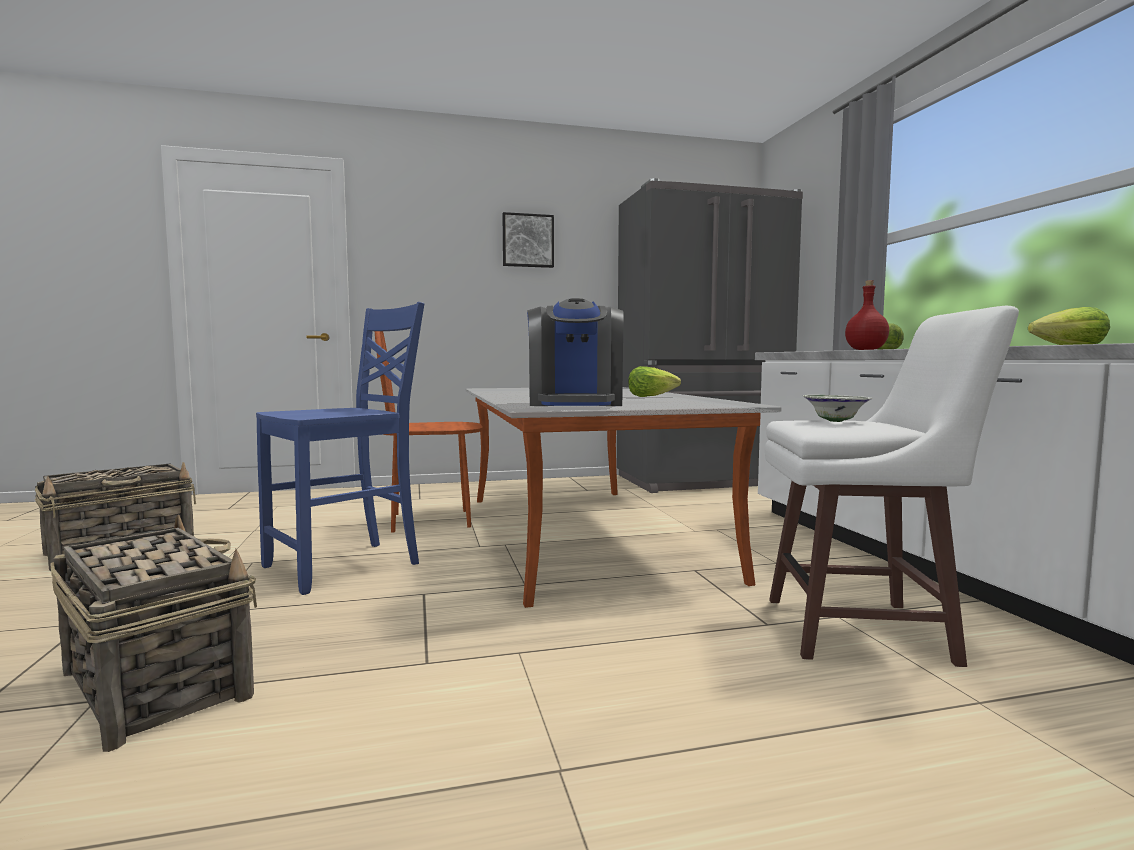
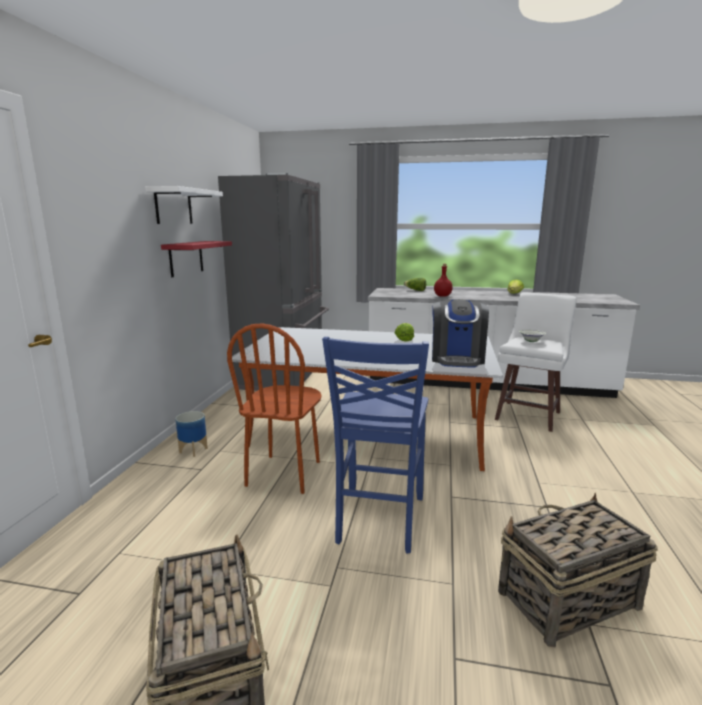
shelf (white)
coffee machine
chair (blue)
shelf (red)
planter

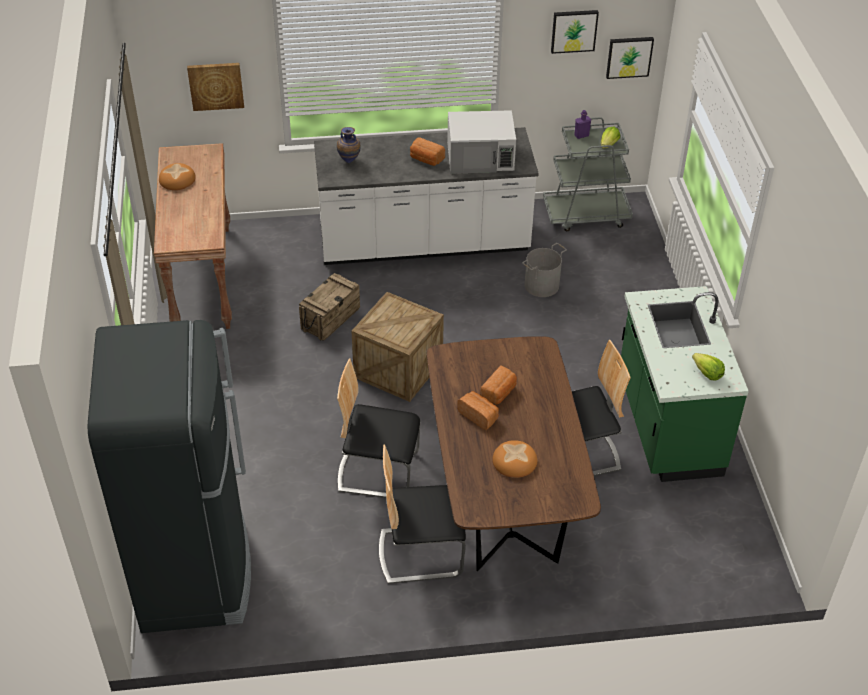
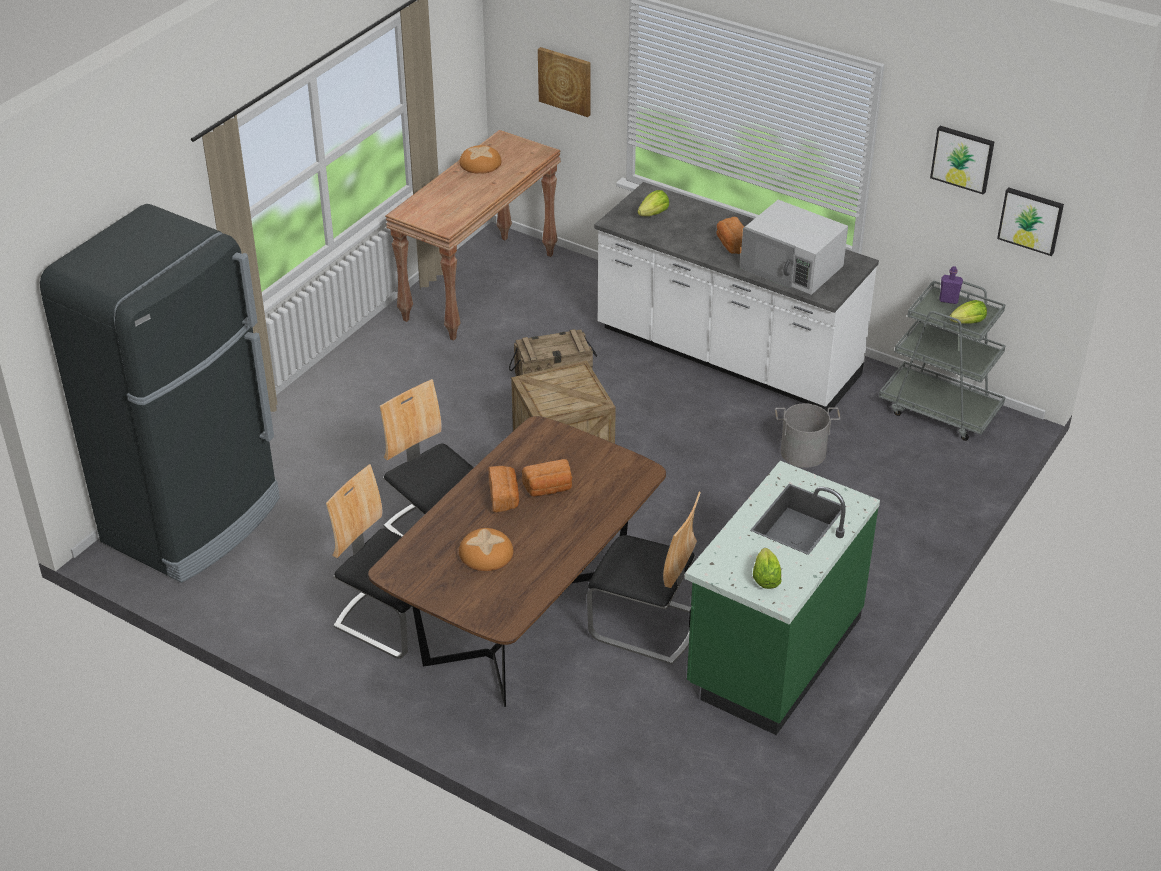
lettuce (no. 1 from left)

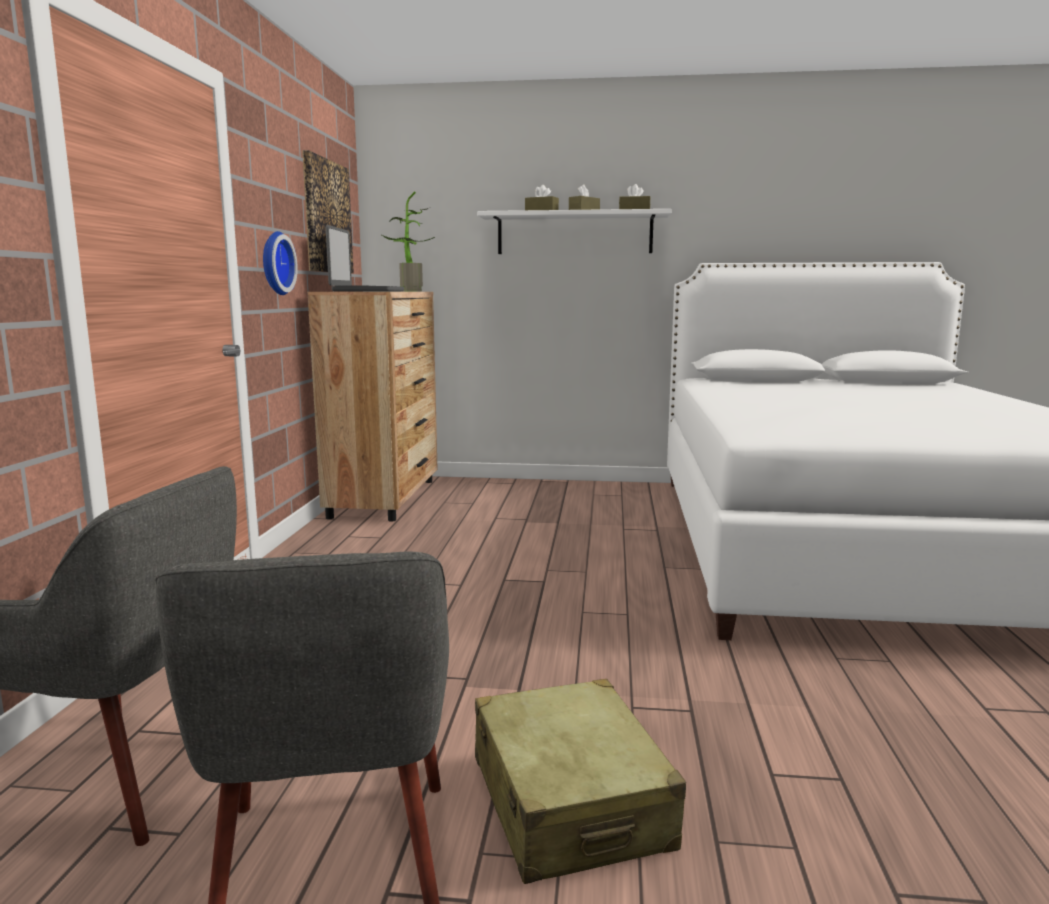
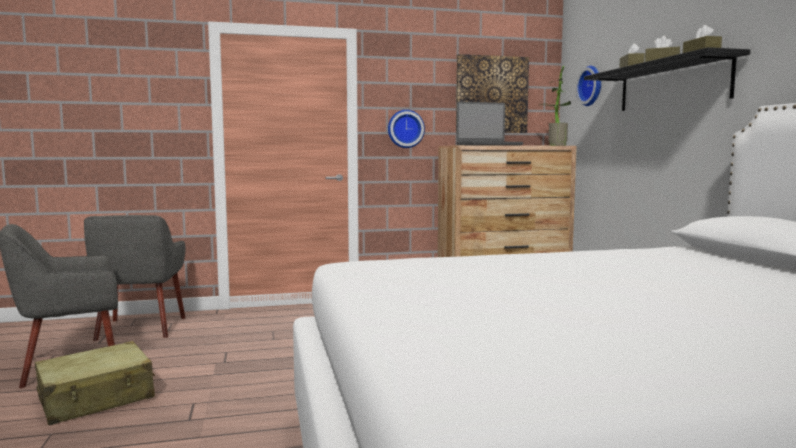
shelf (black)
wall clock (no. 2 from left)

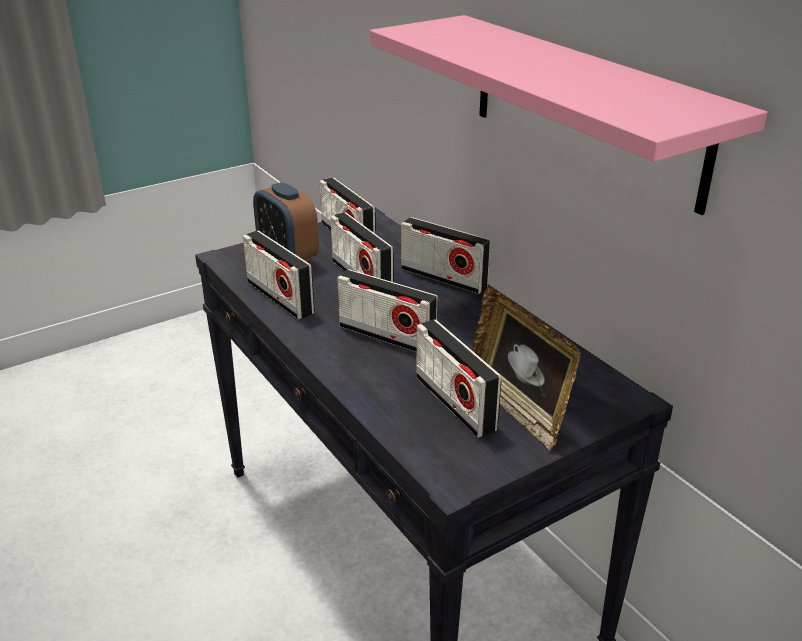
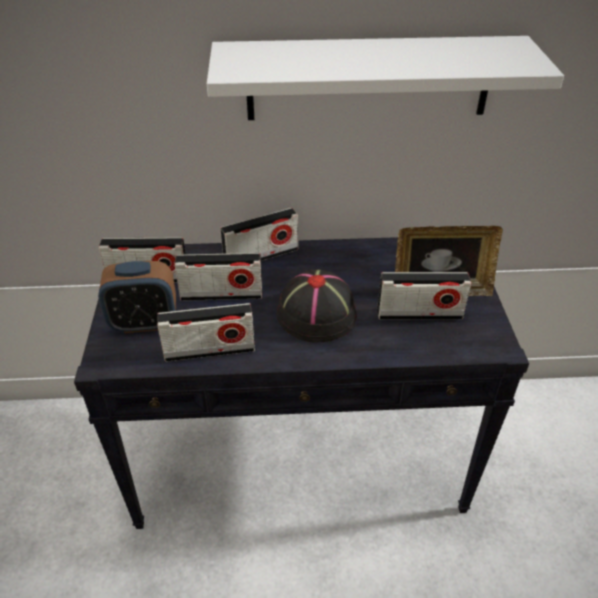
shelf (white)
hat (black)

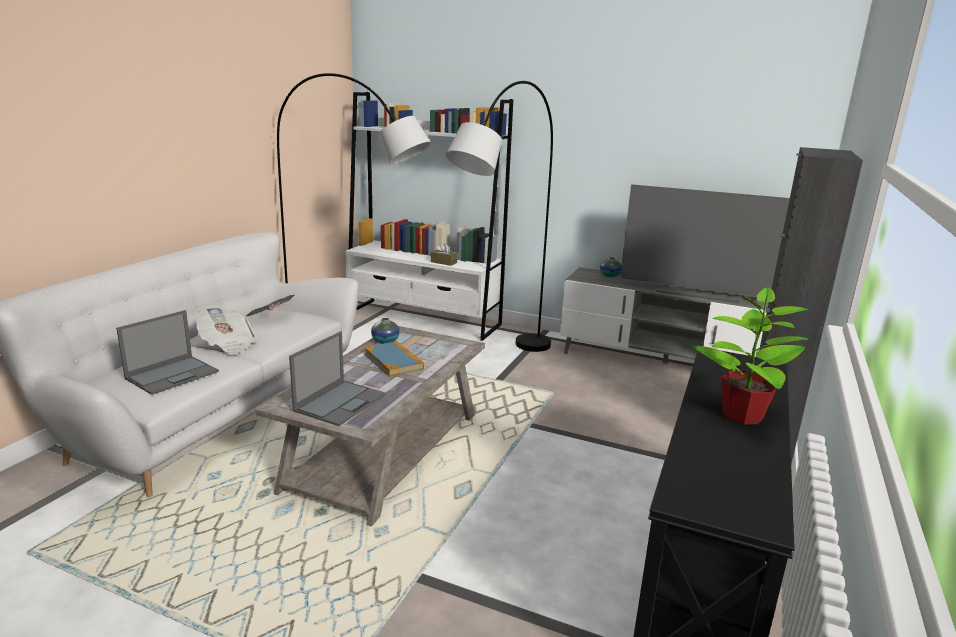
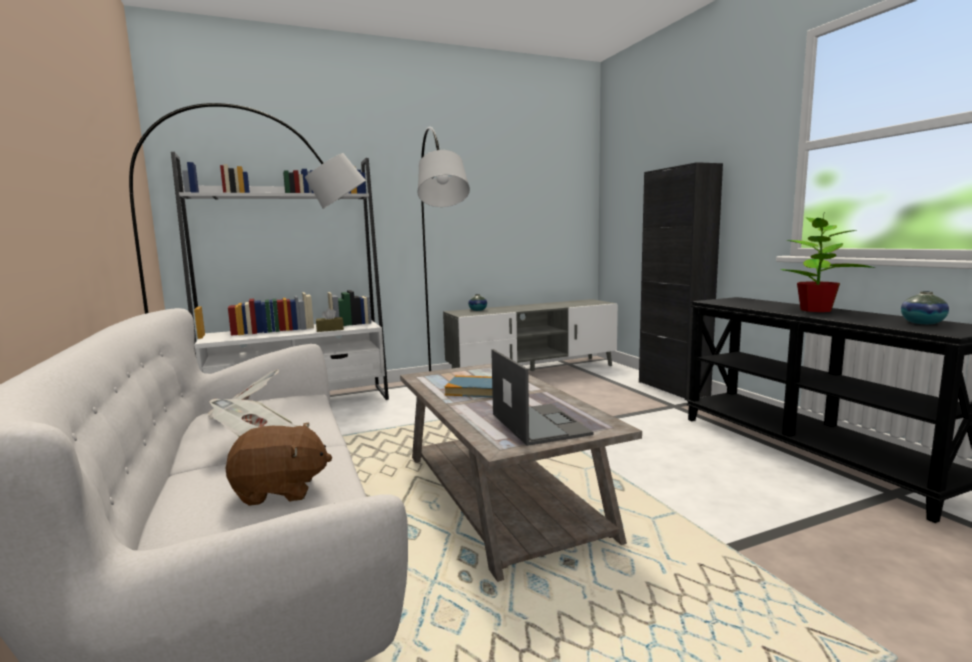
television
plush toy (brown)
vase (no. 2 from left)

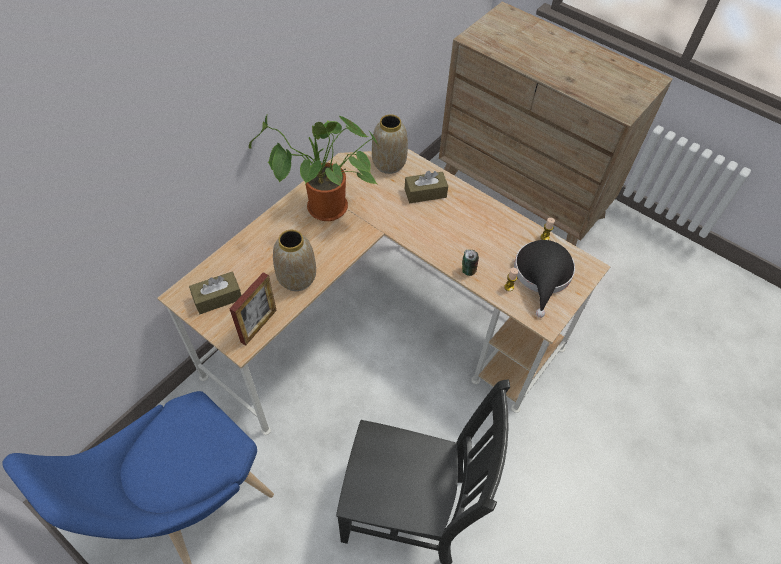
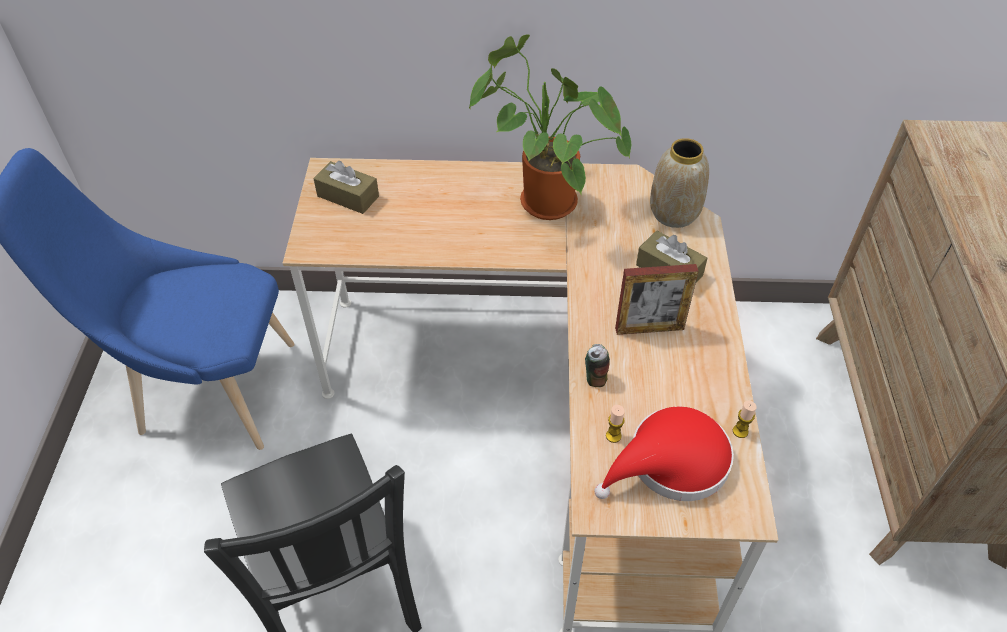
vase (no. 1 from left in the first image)
hat (red)
picture frame

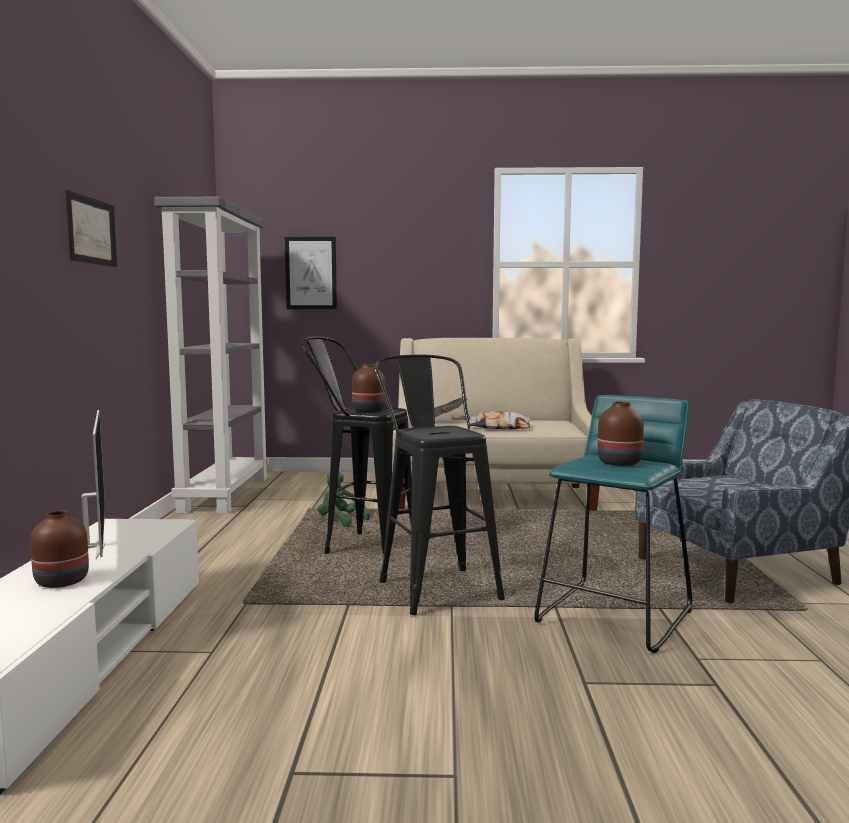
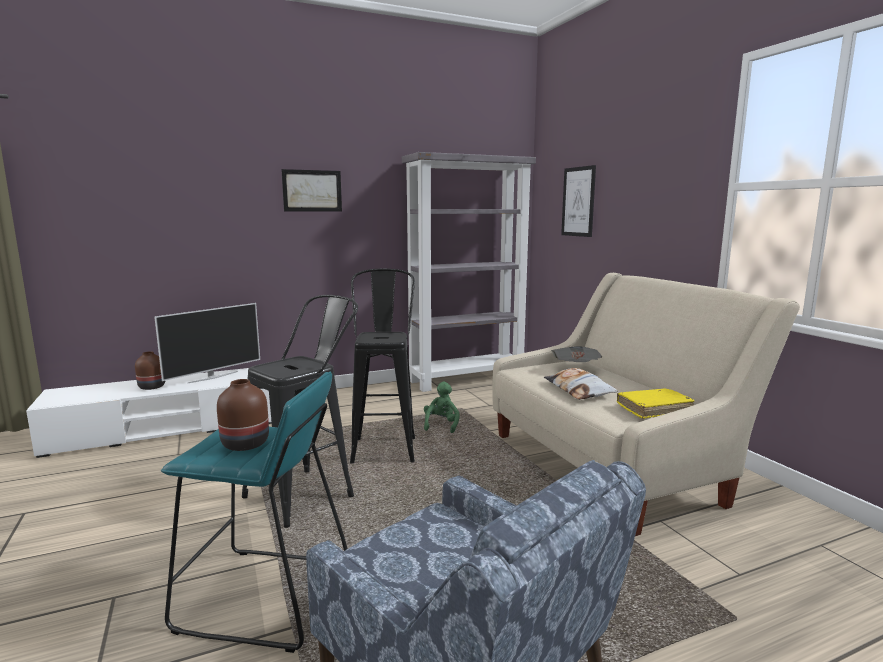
vase (brown) (no. 2 from left in the first image)
book (yellow)

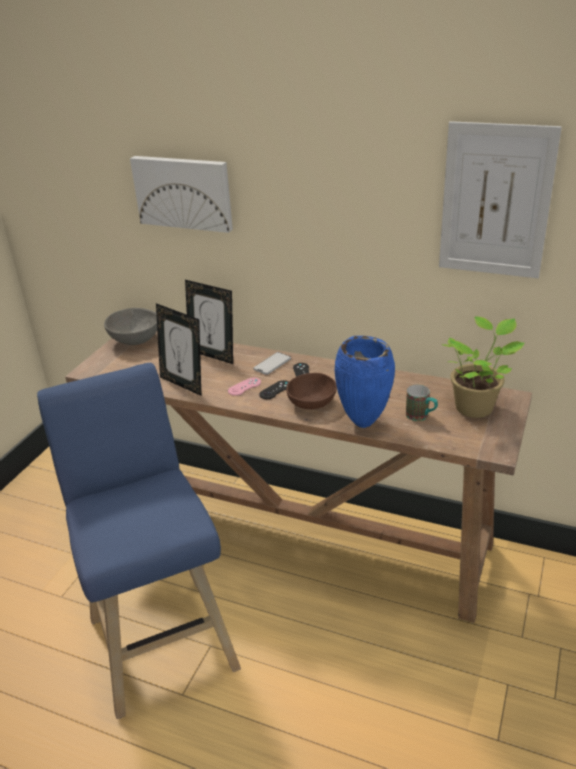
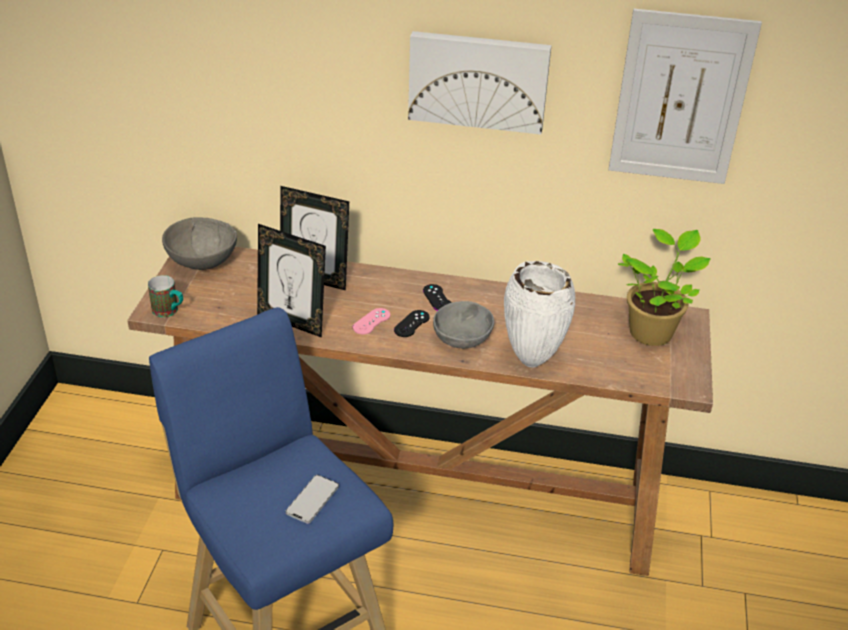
picture (no. 1 from left)
vase (white)
phone
bowl (grey) (no. 2 from left)
mug

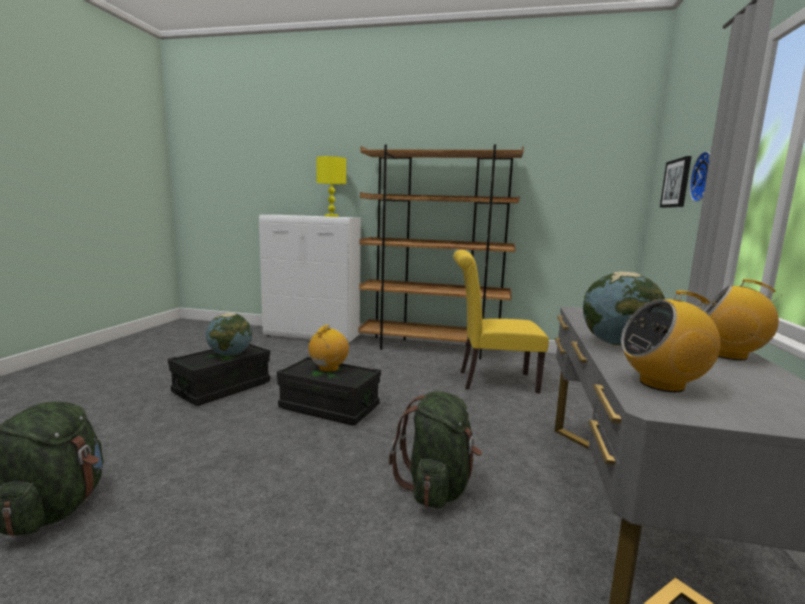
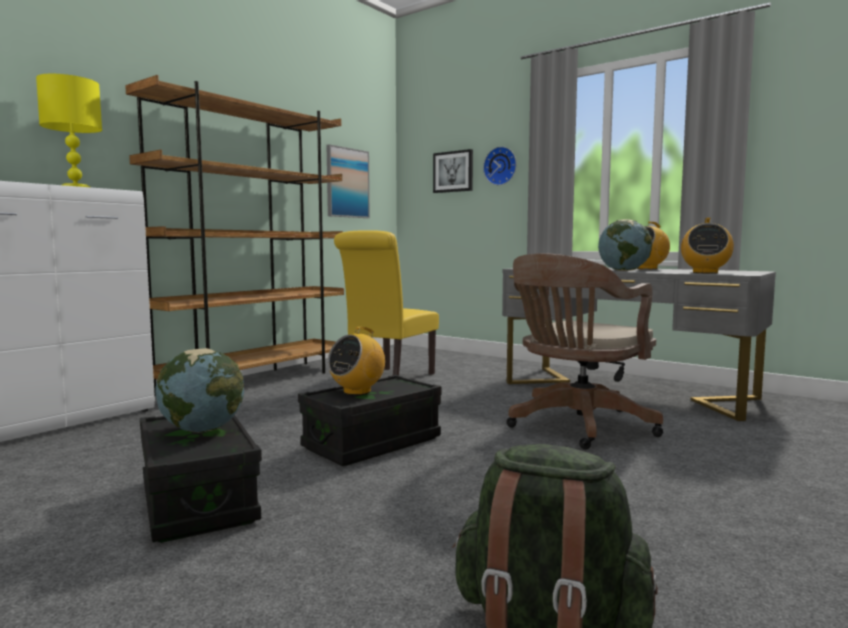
radio (no. 1 from left)
office chair (brown)
picture (no. 1 from left)

